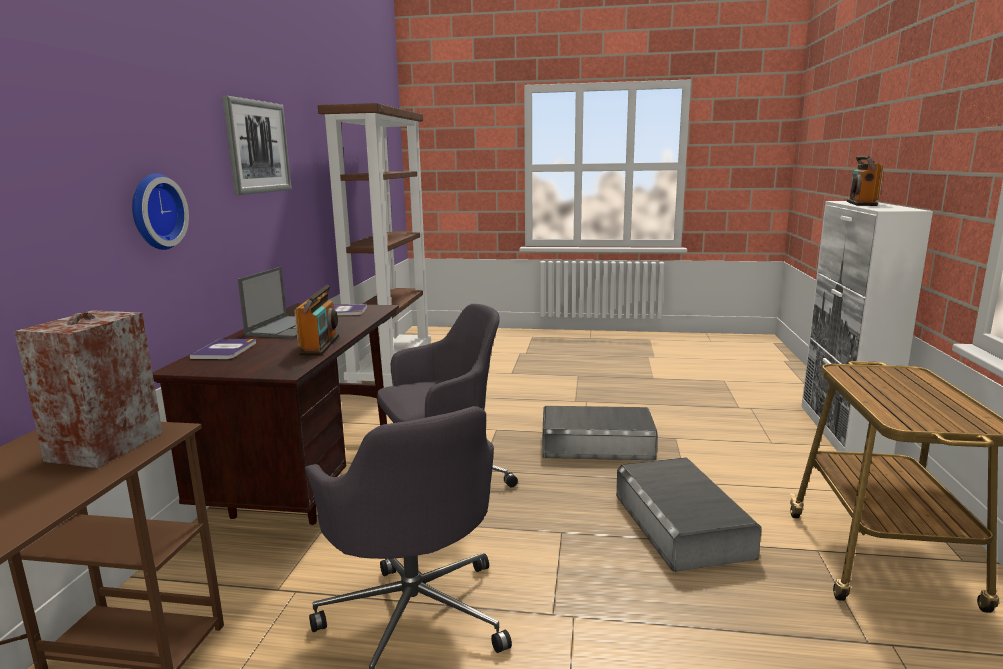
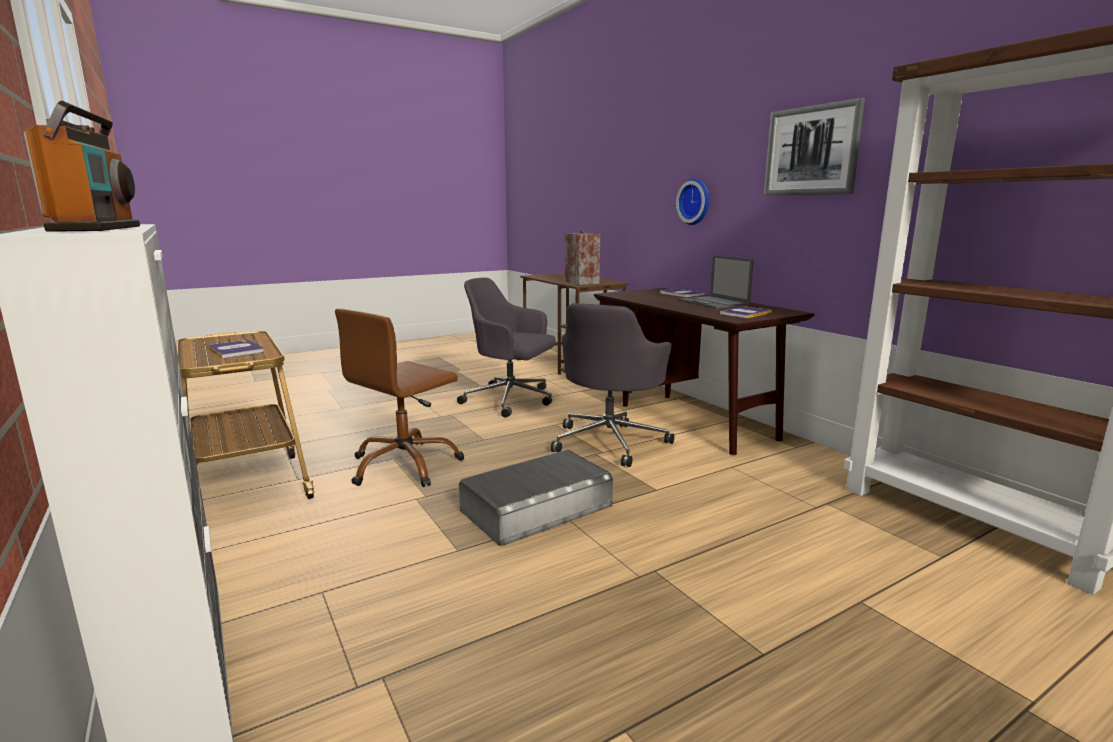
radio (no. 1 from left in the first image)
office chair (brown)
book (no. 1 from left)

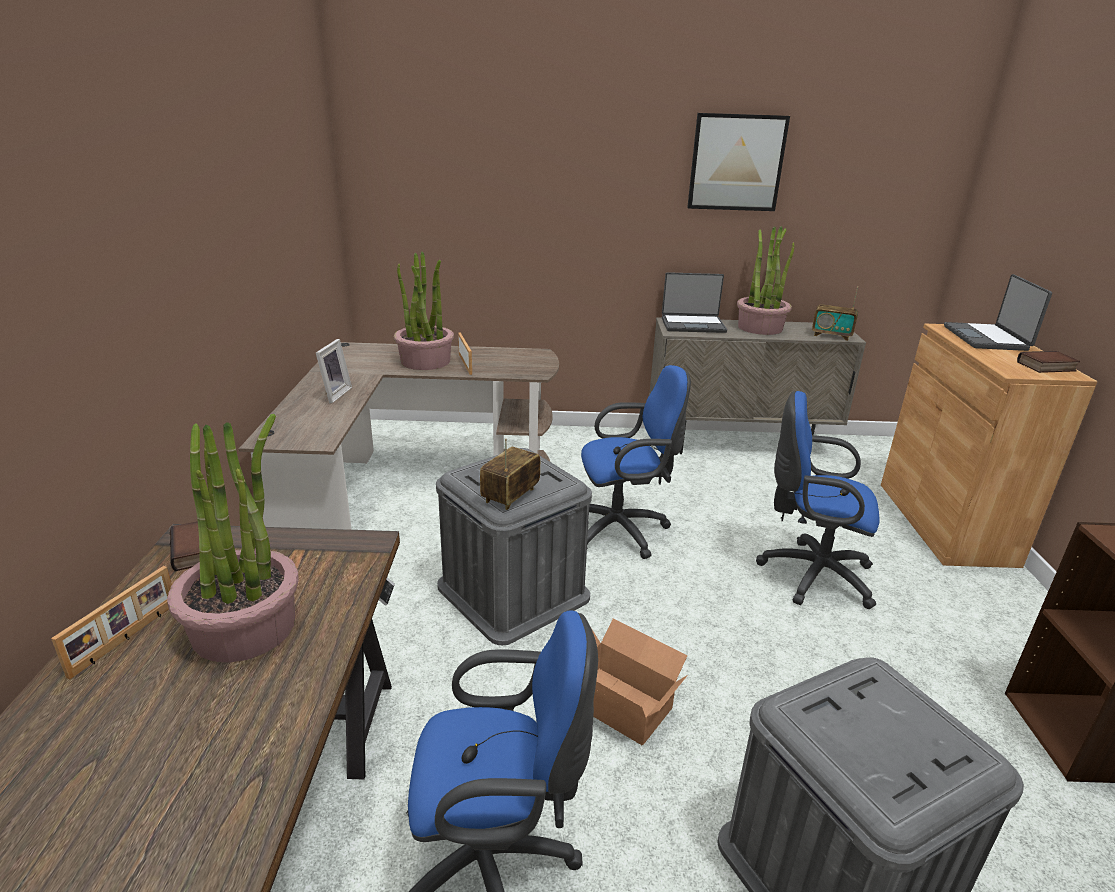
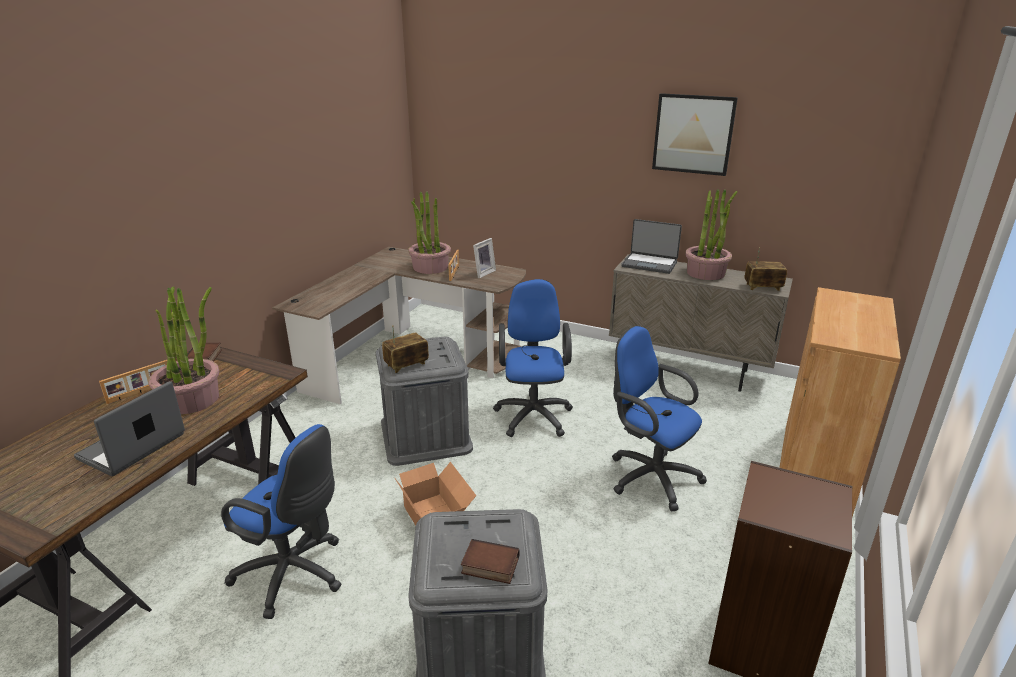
laptop (no. 1 from left)
radio (no. 2 from left)
picture frame (no. 3 from left)
book (no. 2 from left)
office chair (blue) (no. 2 from left)

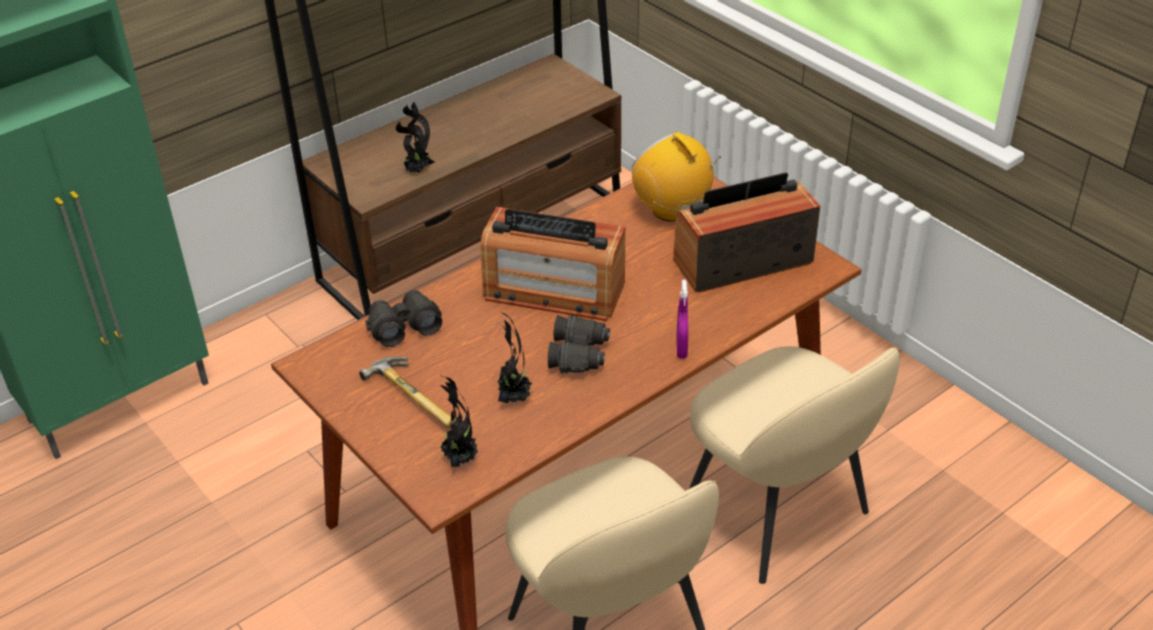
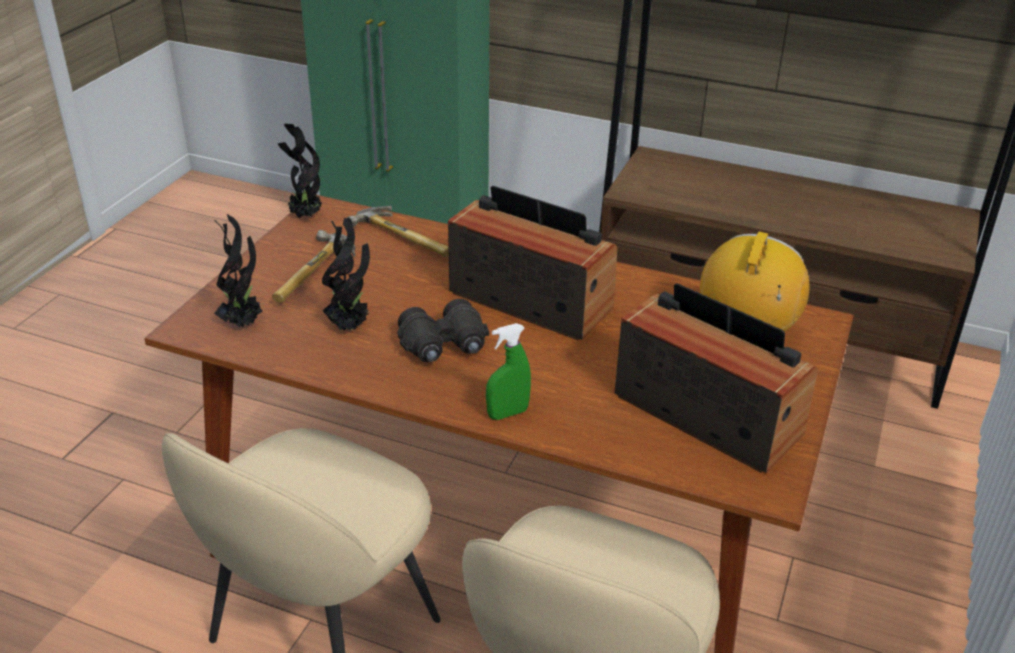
potted plant (no. 2 from left)
radio (no. 1 from left)
spray bottle (green)
hammer (no. 2 from left)

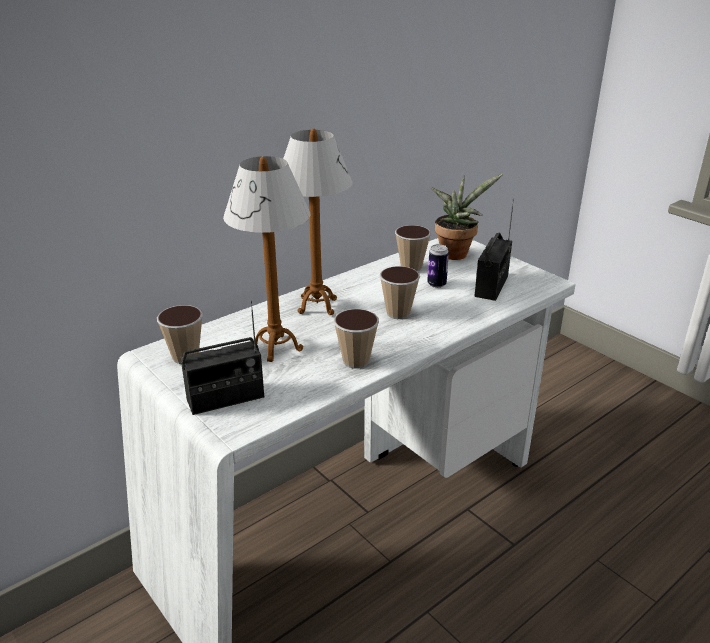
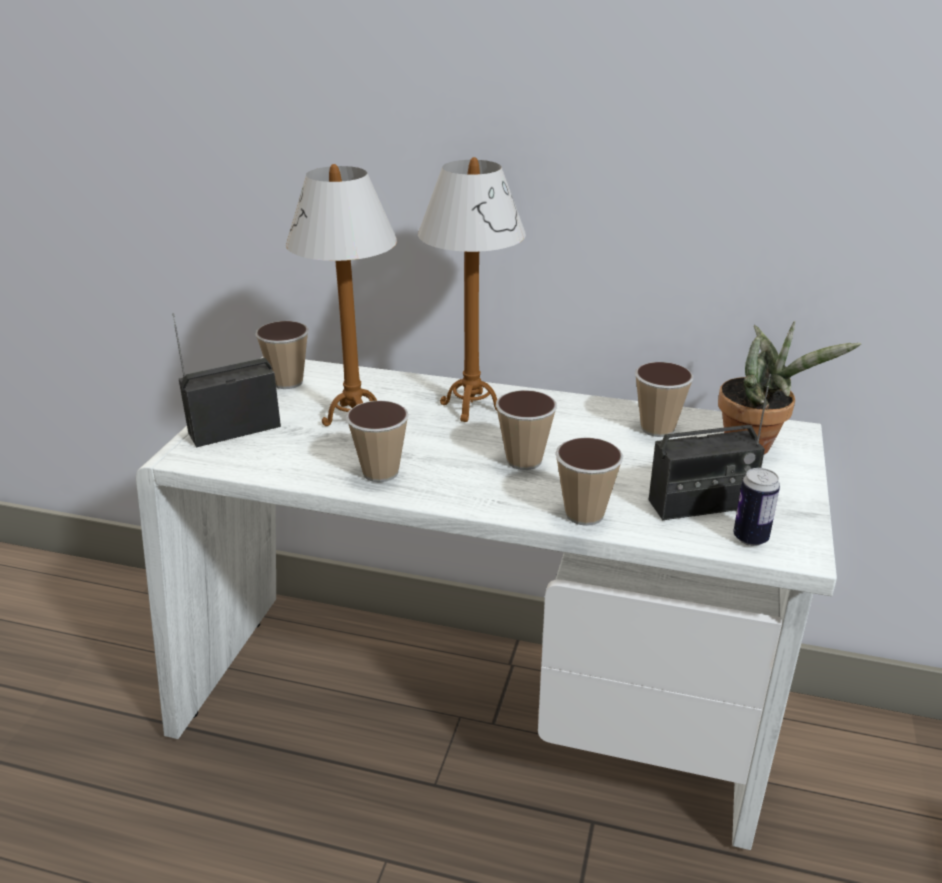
can
radio (no. 1 from left)
cup (no. 4 from left)

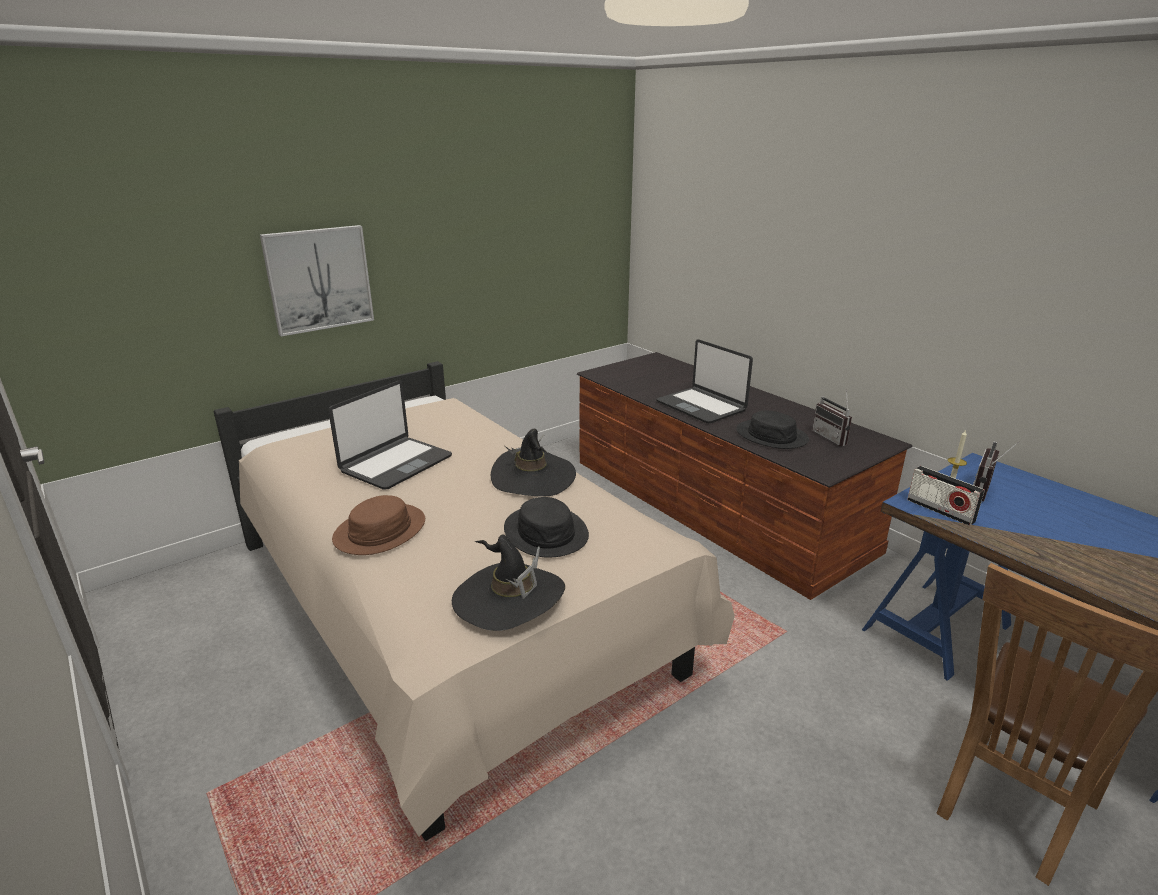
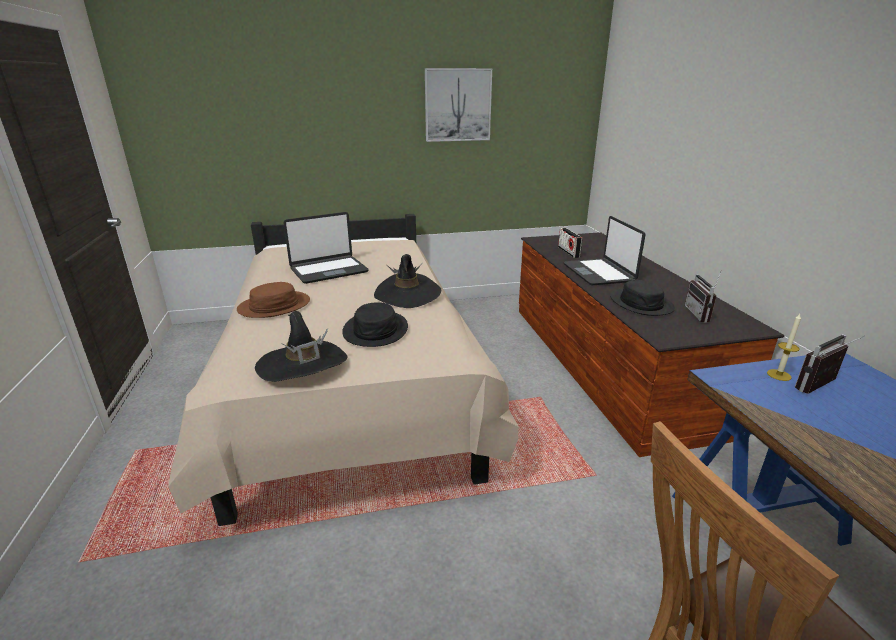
picture
radio (no. 1 from left)

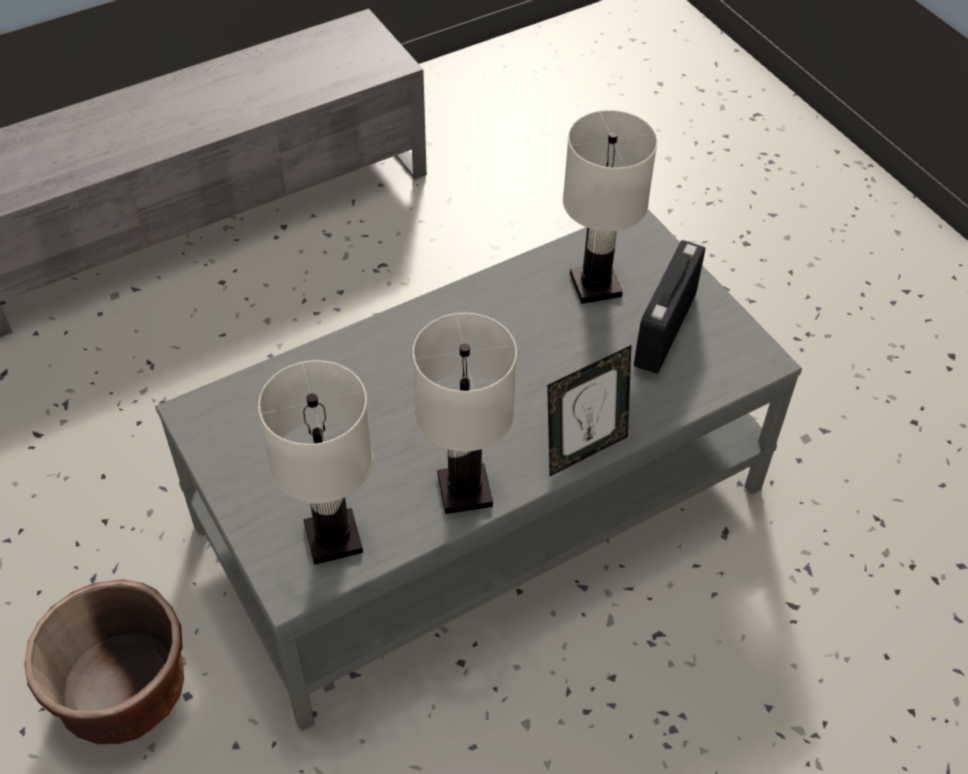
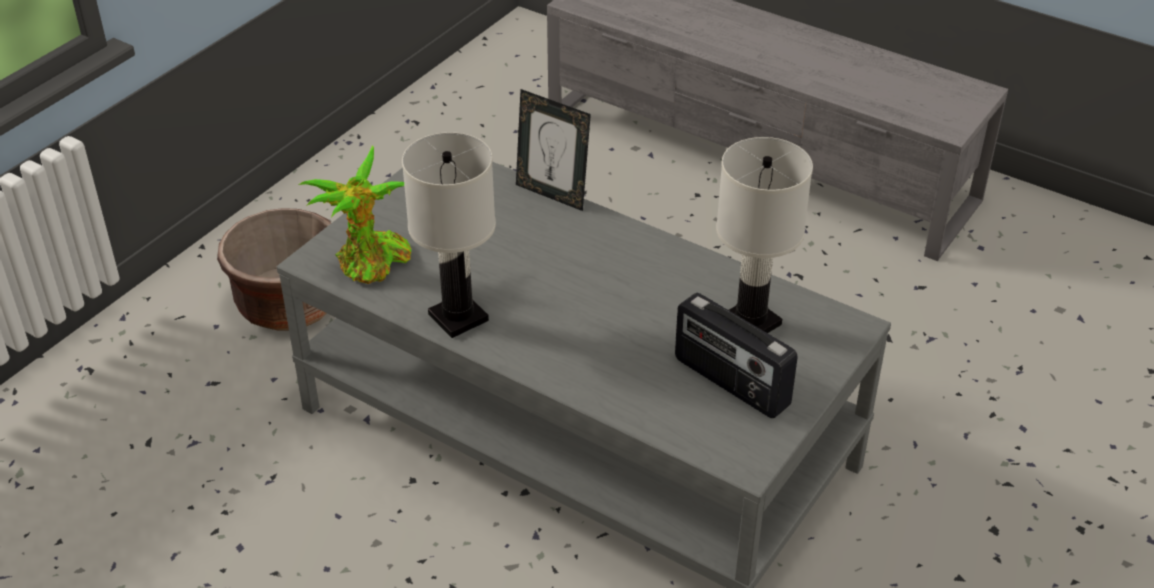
radio
picture frame
potted plant

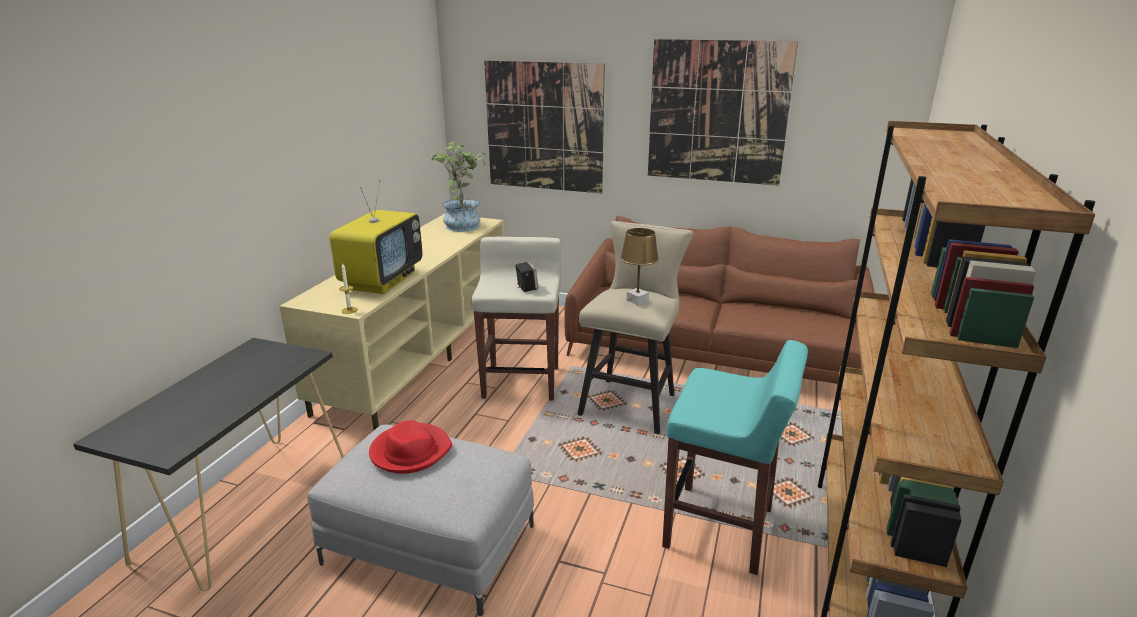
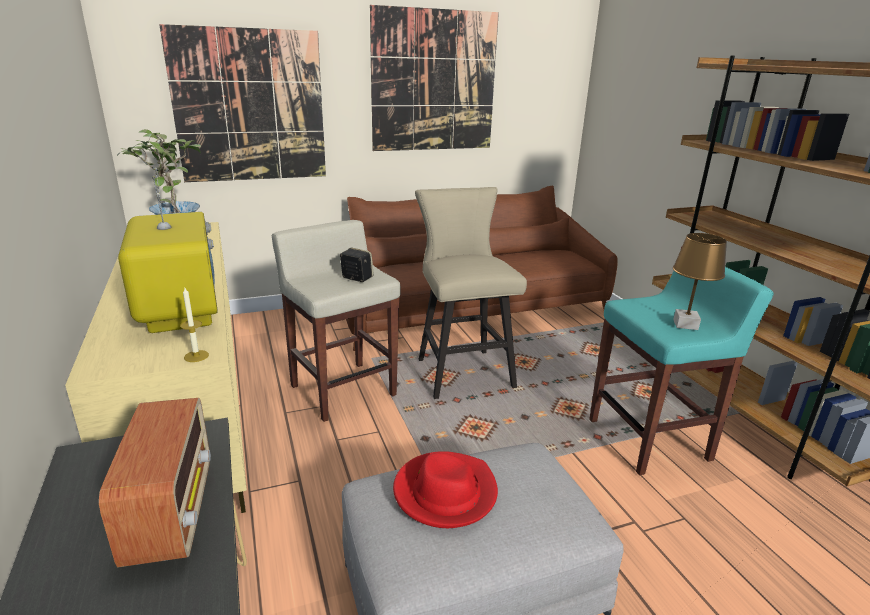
table lamp (brown)
radio

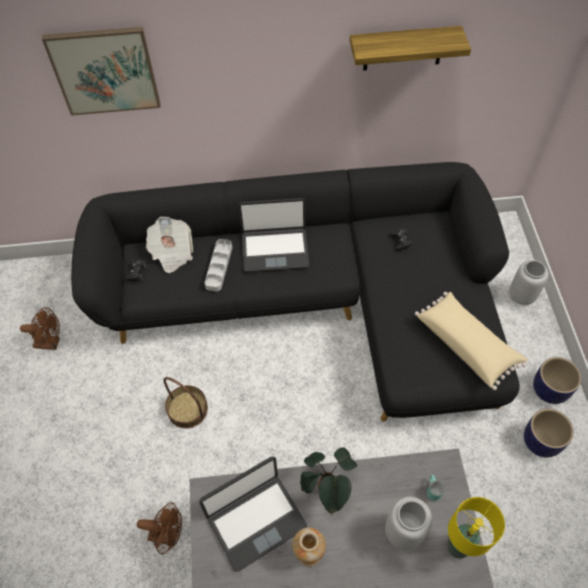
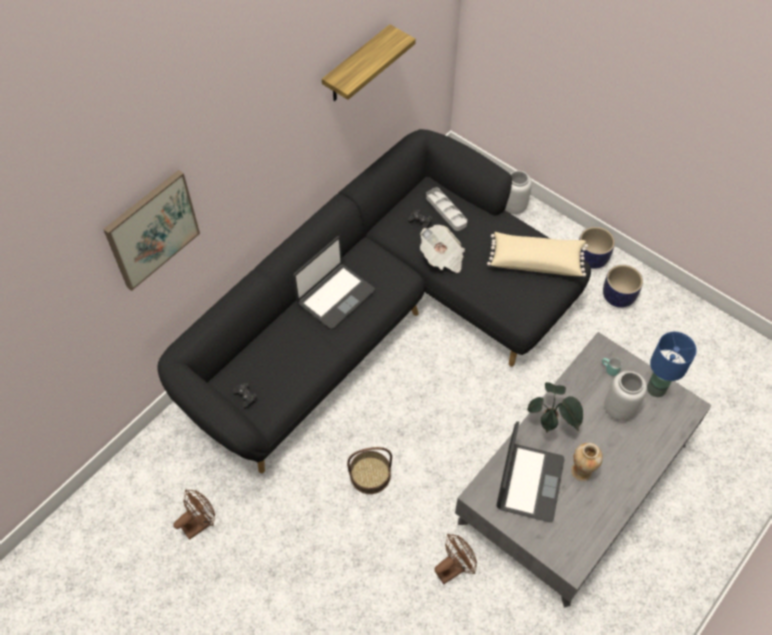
newspaper
tray (grey)
table lamp (blue)

